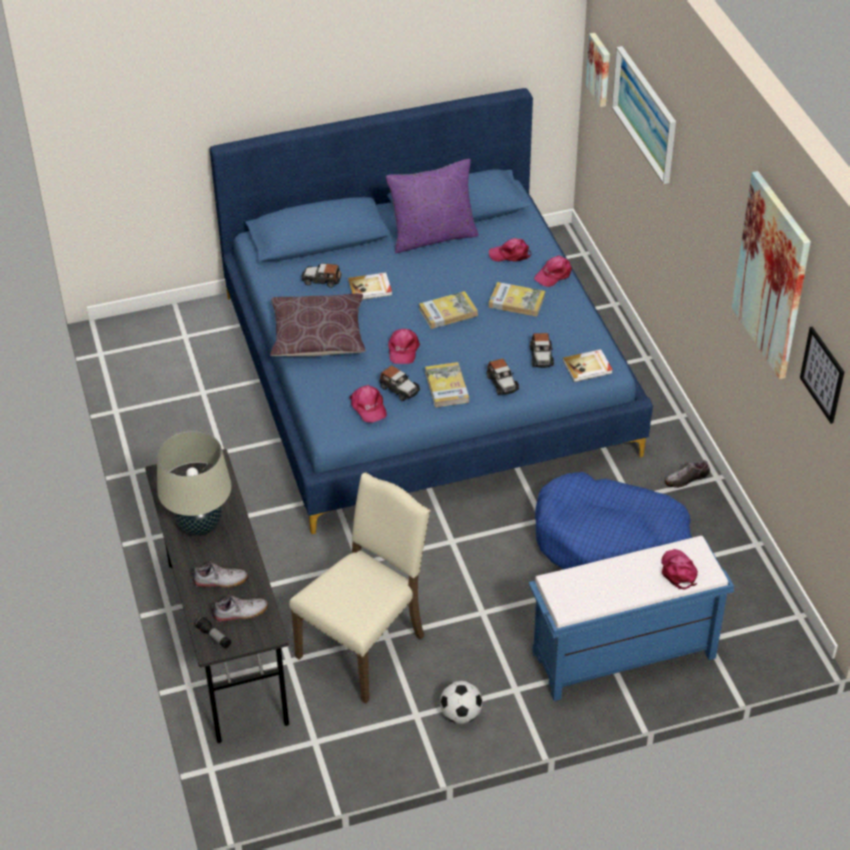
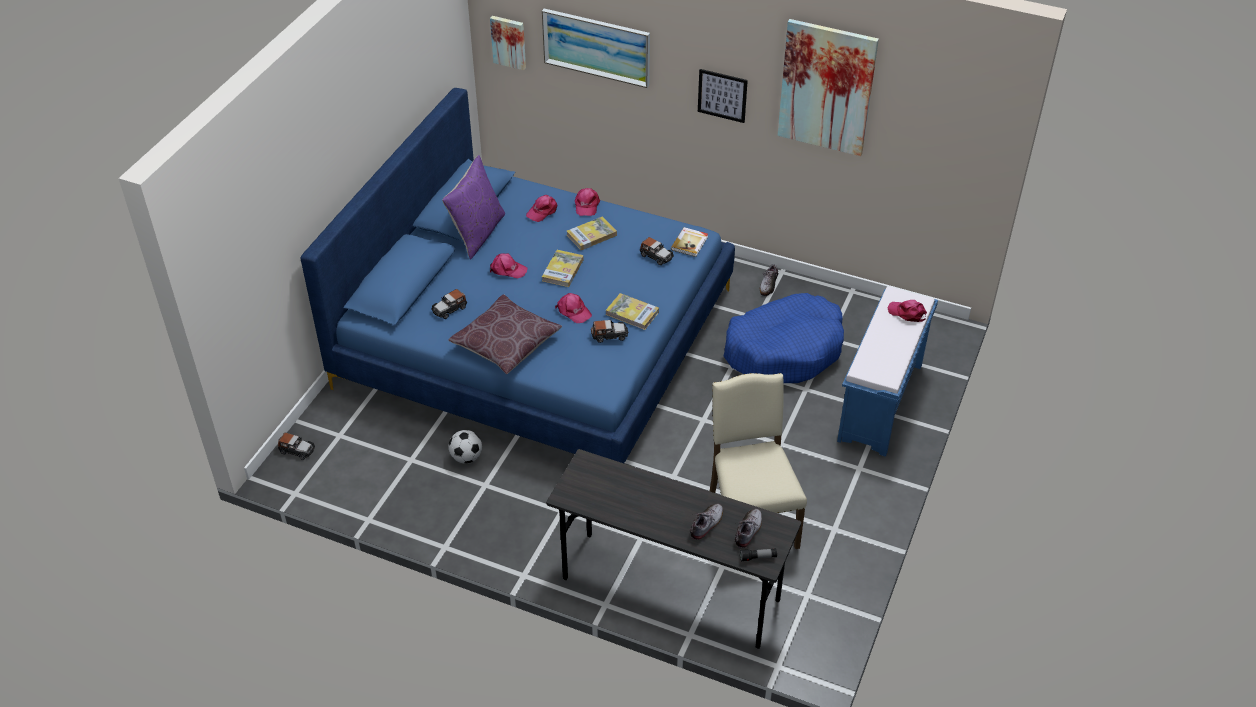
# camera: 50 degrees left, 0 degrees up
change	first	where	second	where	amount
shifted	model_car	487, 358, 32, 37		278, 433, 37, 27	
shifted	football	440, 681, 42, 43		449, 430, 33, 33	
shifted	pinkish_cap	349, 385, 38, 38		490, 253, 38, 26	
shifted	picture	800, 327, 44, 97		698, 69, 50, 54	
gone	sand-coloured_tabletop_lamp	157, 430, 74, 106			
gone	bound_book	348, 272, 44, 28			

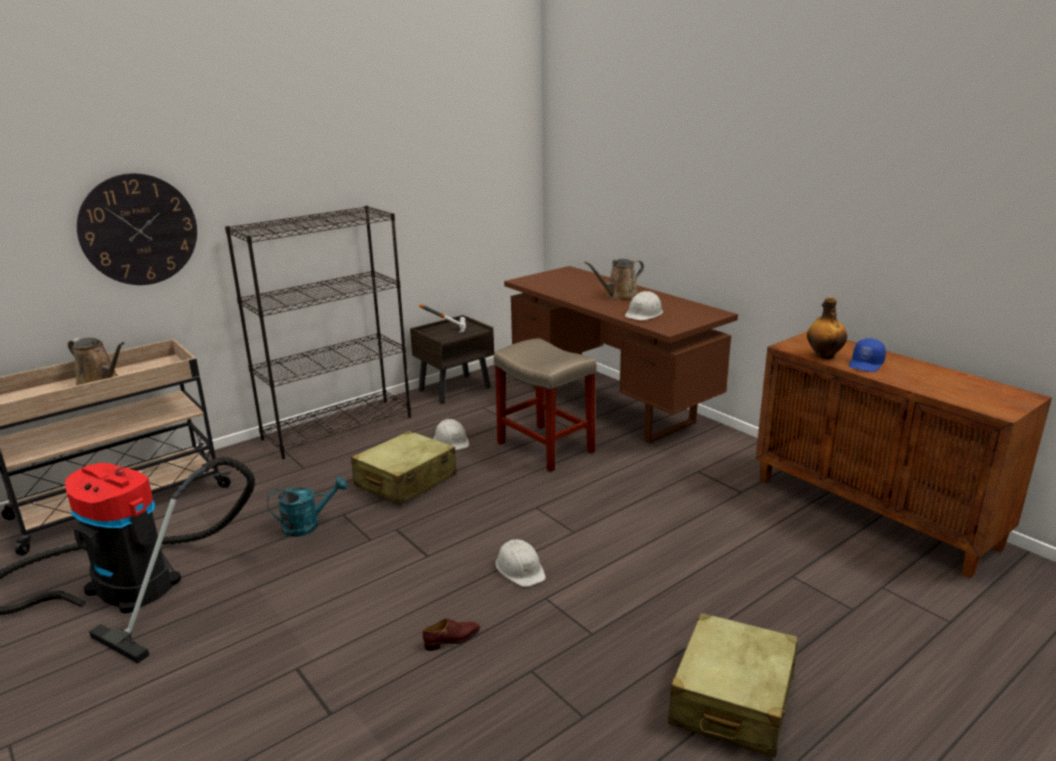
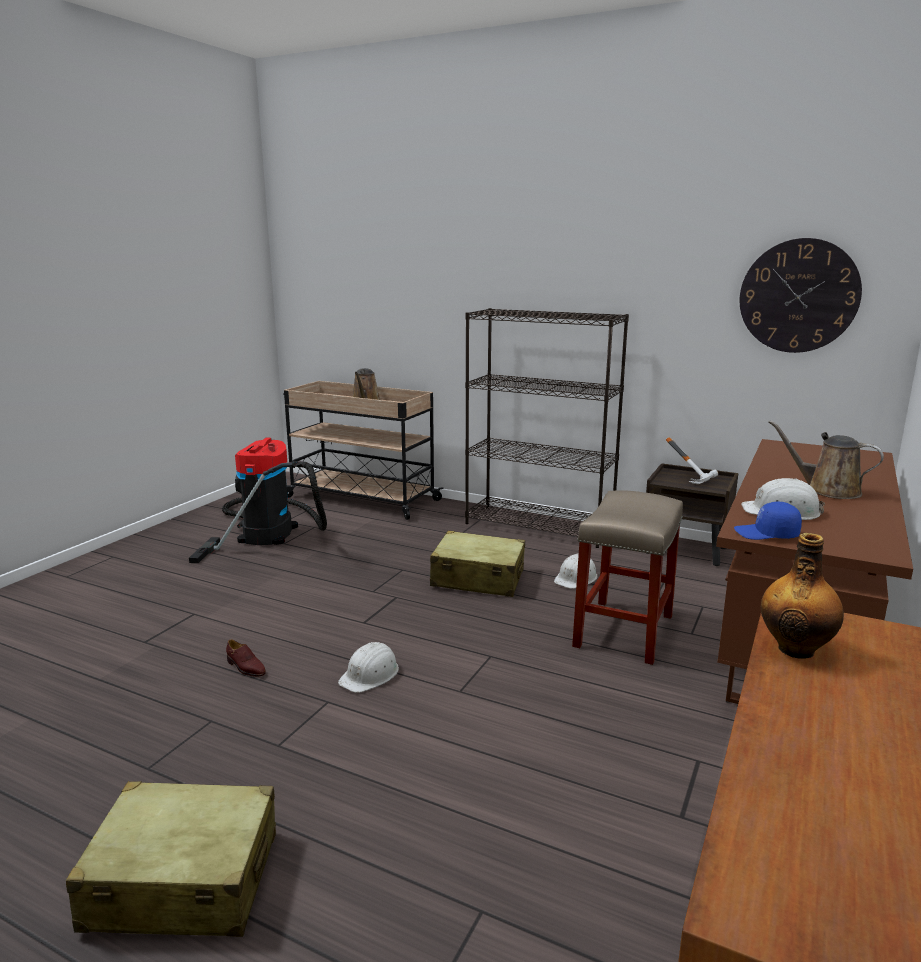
# camera: 65 degrees right, 5 degrees down
change	first	where	second	where	amount
shifted	blue-coloured_cap	849, 338, 37, 34		734, 502, 68, 38	
shifted	wall_clock	77, 173, 120, 112		740, 238, 122, 115	
gone	blue-green_sprinkling_can	267, 477, 81, 60			

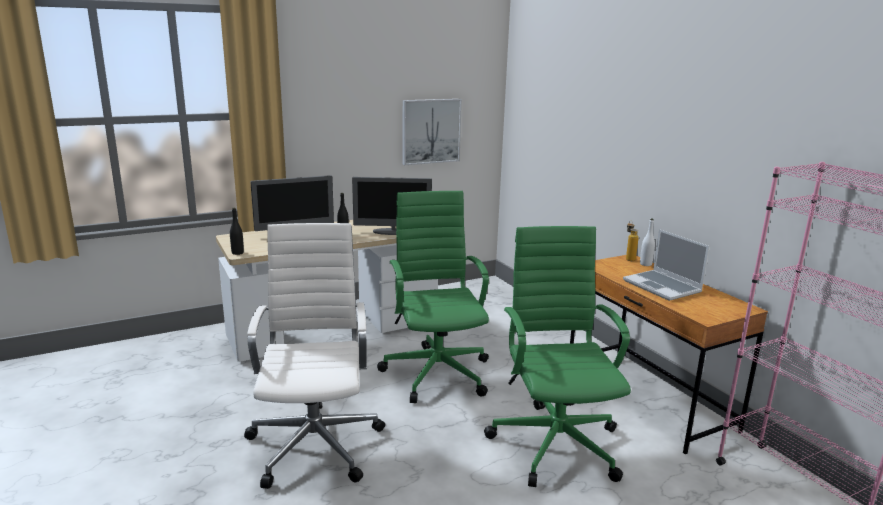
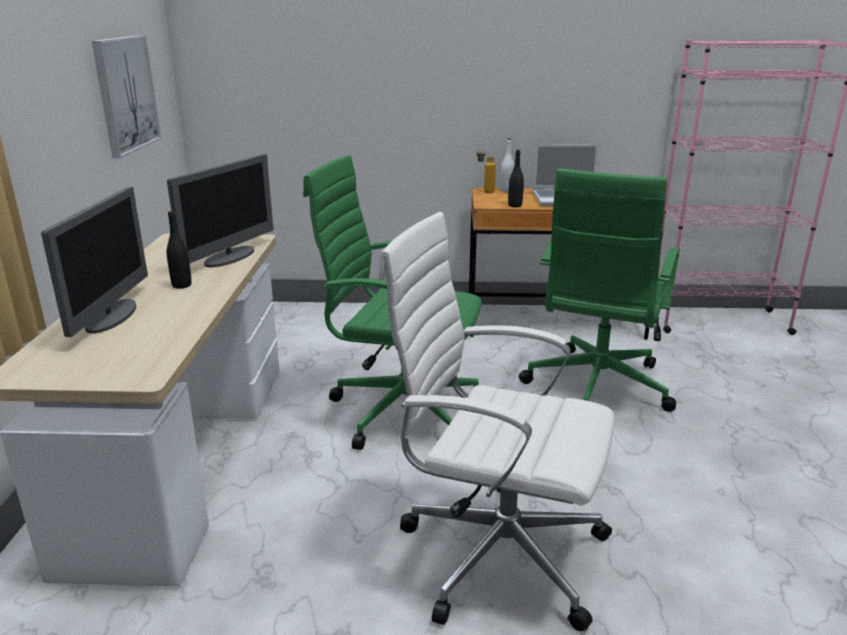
# camera: 60 degrees left, 5 degrees up
change	first	where	second	where	amount
shifted	black-coloured_bottle	230, 208, 14, 47		508, 150, 16, 57	
rotated	green_office_chair	484, 226, 147, 261		519, 168, 161, 244	90 degrees counterclockwise

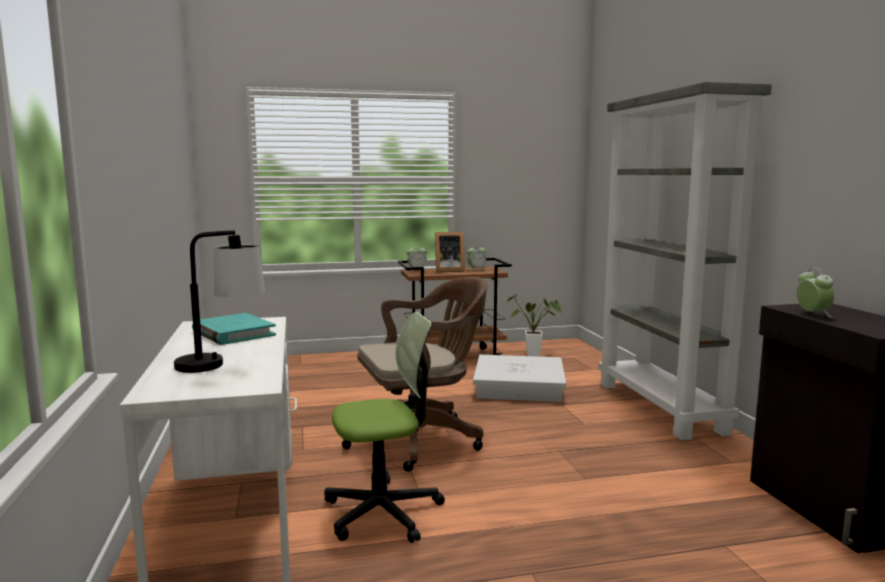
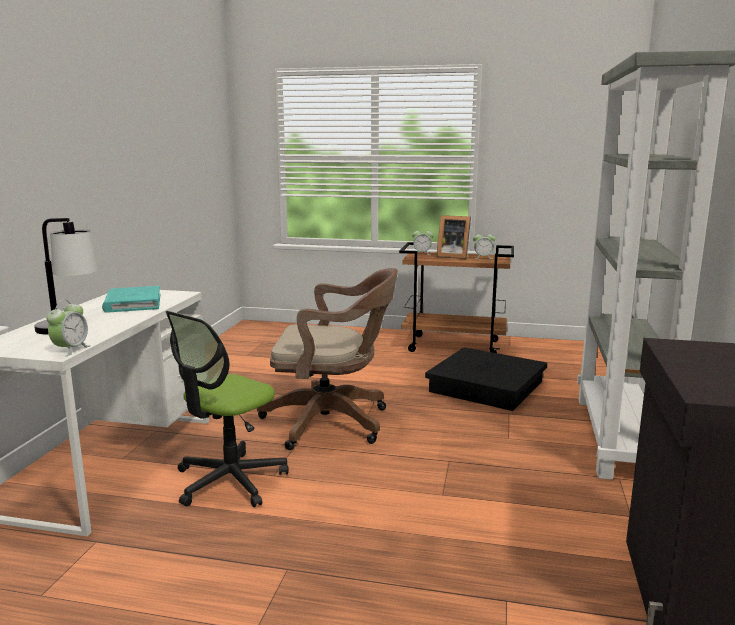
# camera: 25 degrees right, 5 degrees up
change	first	where	second	where	amount
shifted	alarm_clock	797, 267, 37, 51		47, 300, 44, 56	
rotated	office_chair	324, 312, 121, 231		166, 311, 123, 196	120 degrees clockwise
repainted	whitish_storage_bin	473, 355, 93, 47	black-coloured_storage_bin	425, 347, 122, 64	
gone	houseplant	507, 295, 55, 62			

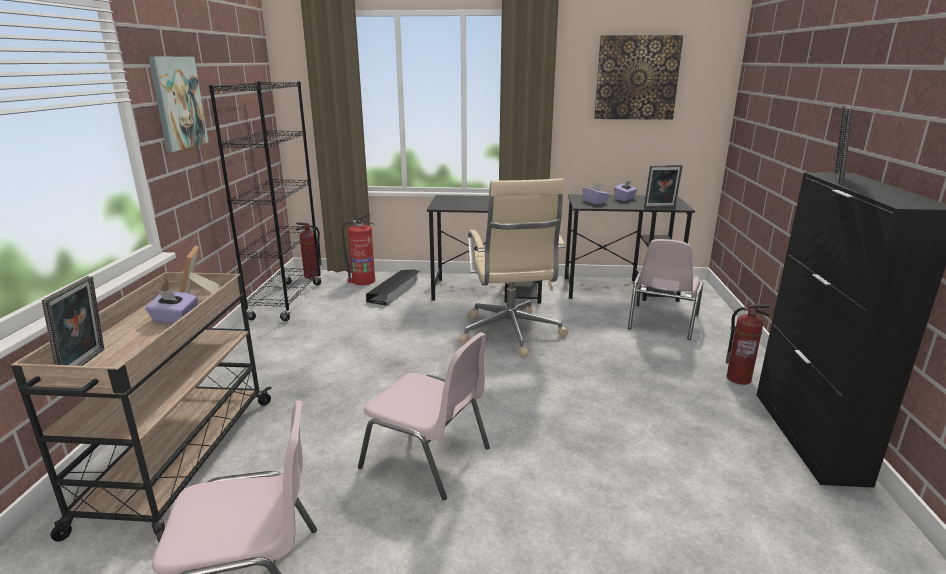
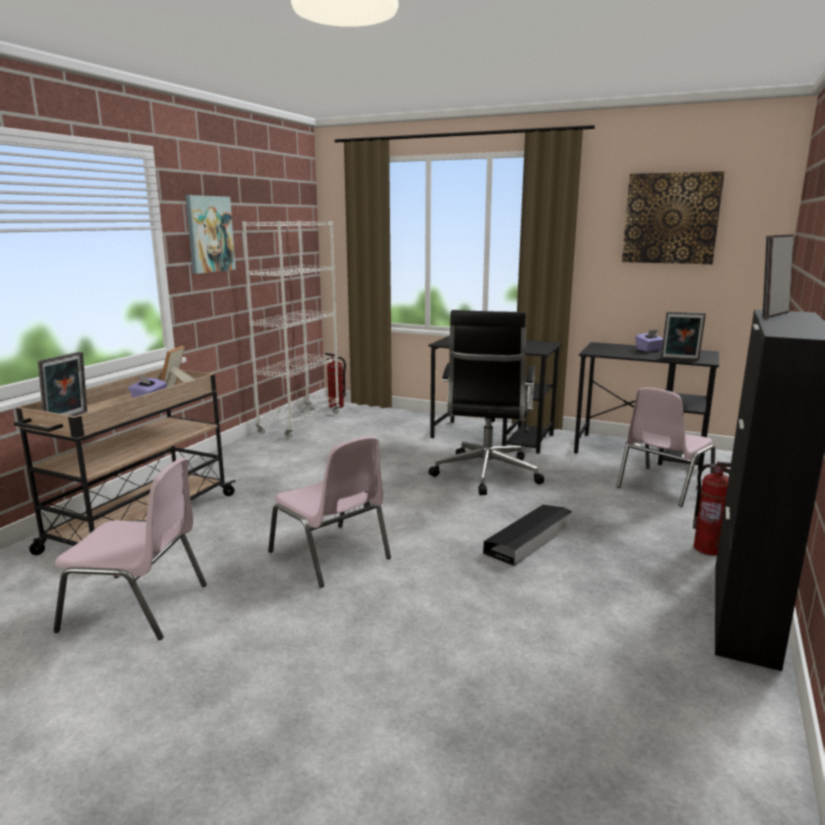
# camera: 20 degrees right, 5 degrees down
change	first	where	second	where	amount
repainted	black-coloured_bookshelf	209, 81, 113, 240	whitish_bookshelf	242, 221, 98, 217	
repainted	sand-coloured_office_chair	459, 178, 109, 180	black-coloured_office_chair	428, 310, 116, 185	
shifted	black-coloured_storage_bin	366, 269, 54, 37		483, 505, 90, 61	
gone	extinguisher	341, 214, 35, 71			
gone	purple-coloured_tissue_box	582, 182, 27, 23			

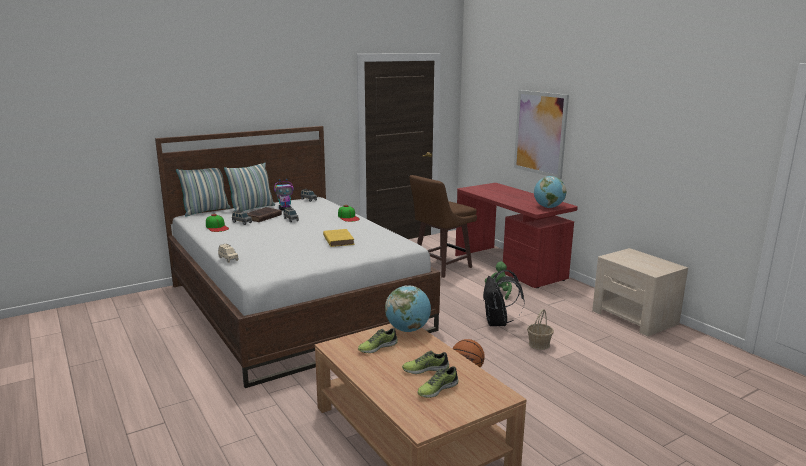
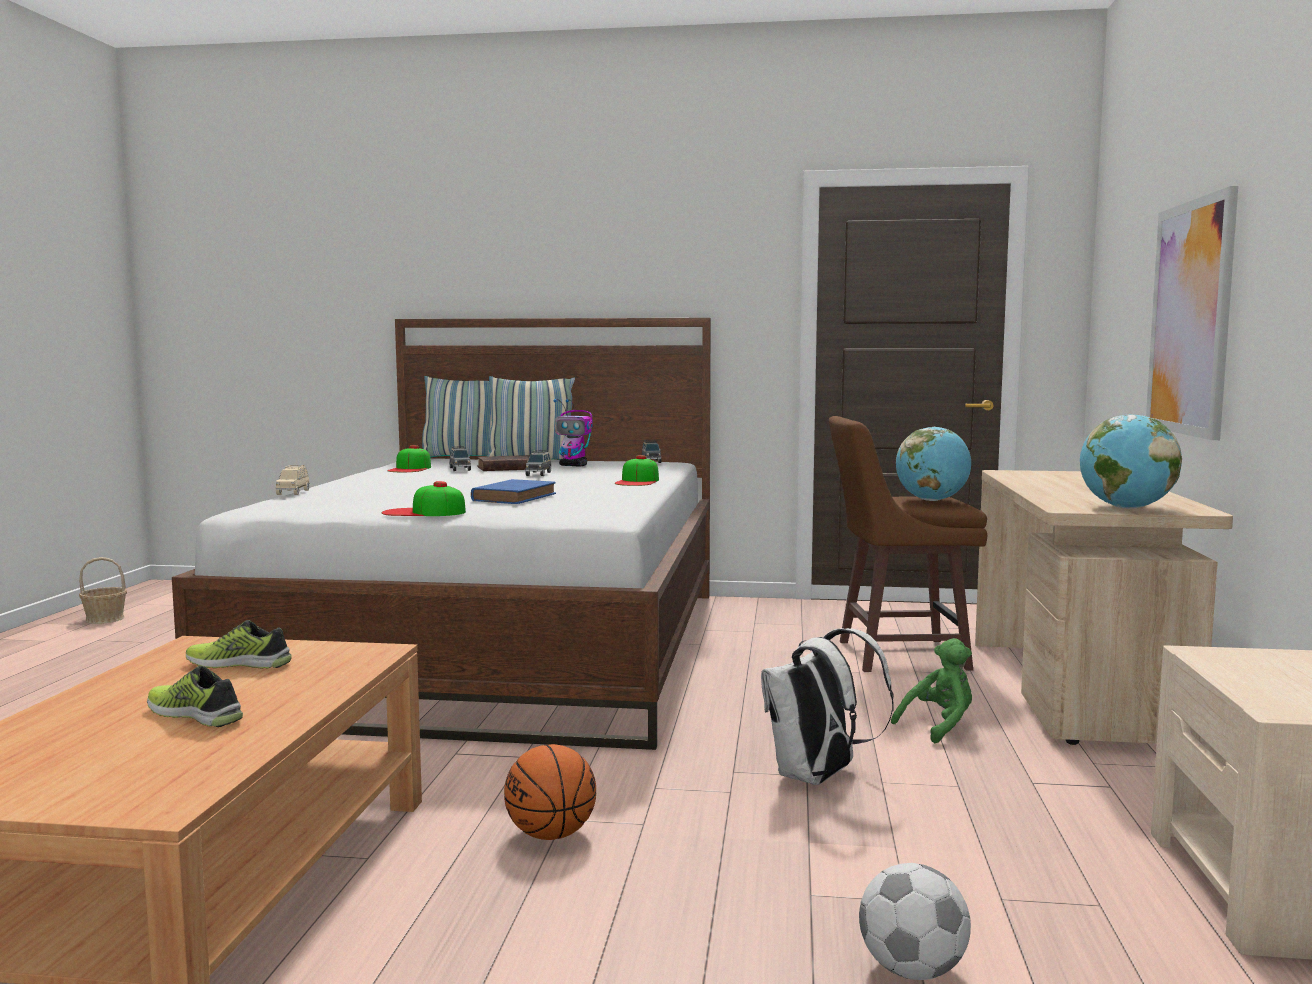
# camera: 40 degrees right, 10 degrees down
change	first	where	second	where	amount
shifted	household_basket	527, 309, 27, 41		79, 557, 48, 67	
new			cap	382, 481, 84, 35	
repainted	yellow_bound_book	323, 229, 32, 18	blue-coloured_bound_book	471, 479, 85, 25	
repainted	black-coloured_rucksack	483, 270, 42, 56	whitish_rucksack	761, 628, 133, 157	
new			football	859, 863, 112, 117	
shifted	desk_globe	385, 285, 46, 47		896, 427, 75, 74	
repainted	reddish_desk_unit	455, 183, 123, 105	sand-coloured_desk_unit	975, 470, 258, 275	
gone	shoe	417, 366, 42, 32			

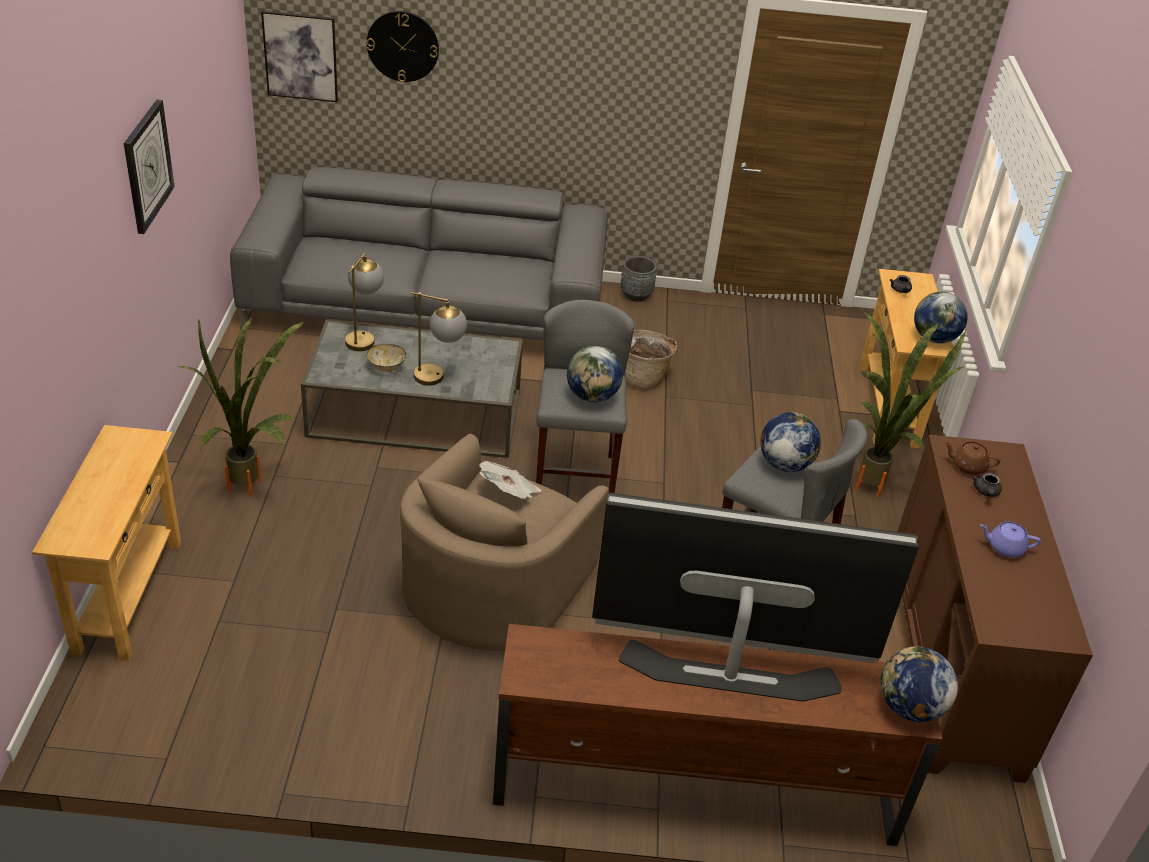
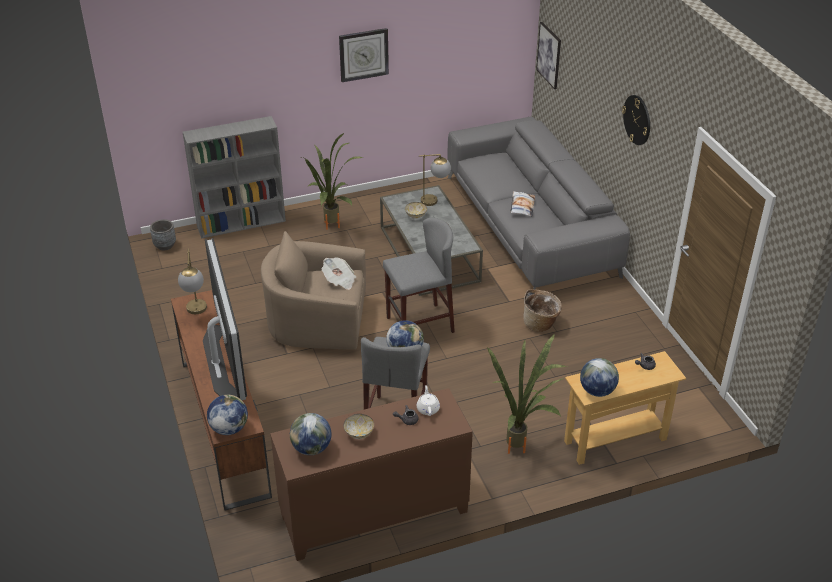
# camera: 70 degrees right, 0 degrees up
change	first	where	second	where	amount
shifted	grey_flower_pot	620, 256, 37, 46		150, 219, 26, 31	
shifted	tabletop_lamp	410, 292, 57, 94		178, 248, 29, 66	
swapped	sand-coloured_hall_table	32, 425, 149, 236	grey_bookshelf	183, 116, 103, 123	
shifted	desk_globe	567, 346, 56, 57		290, 413, 42, 42	
swapped	purple-coloured_tea_pot	980, 522, 61, 36	bowl	343, 414, 31, 25	
repainted	brown_tea_pot	944, 442, 57, 33	whitish_tea_pot	417, 385, 23, 31	
new			throw_pillow	510, 191, 25, 25	
shifted	wall_clock	367, 11, 72, 71		622, 95, 28, 50	

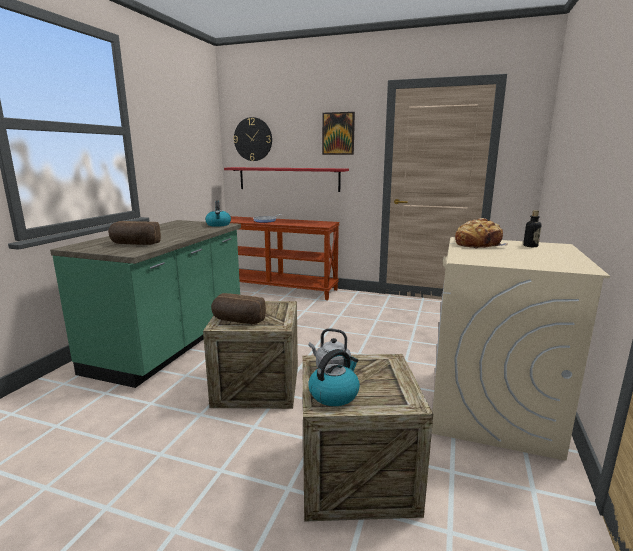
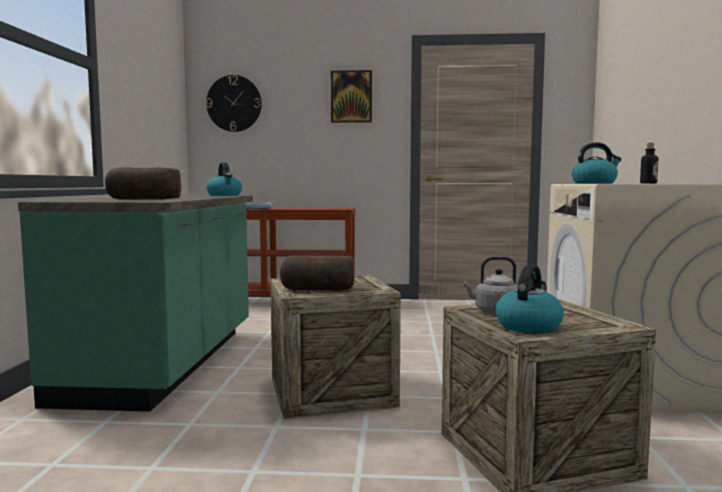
# camera: 15 degrees left, 10 degrees down
change	first	where	second	where	amount
swapped	bread	455, 218, 53, 31	water_kettle	572, 142, 49, 42	
gone	reddish_shelf	224, 167, 125, 25			

